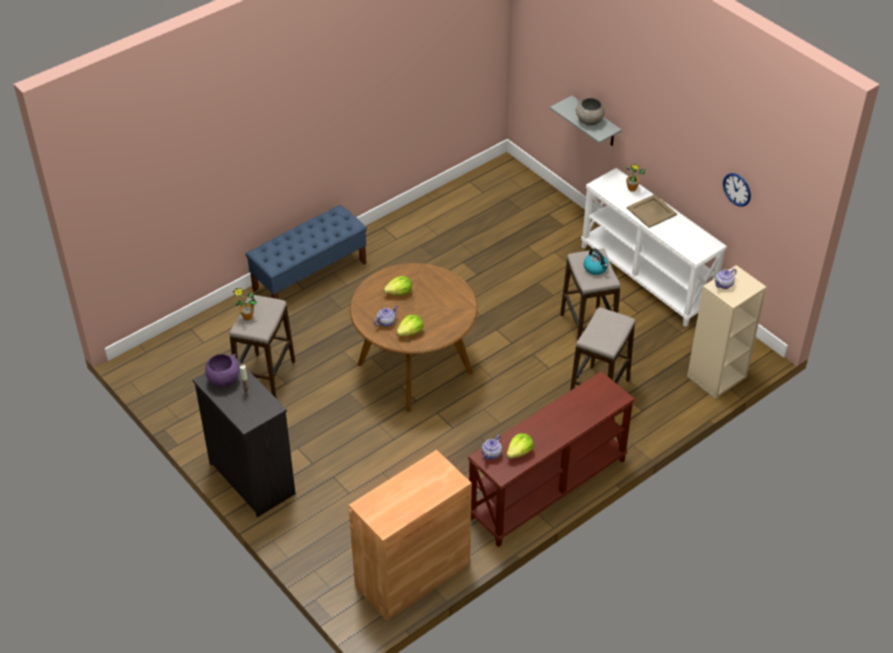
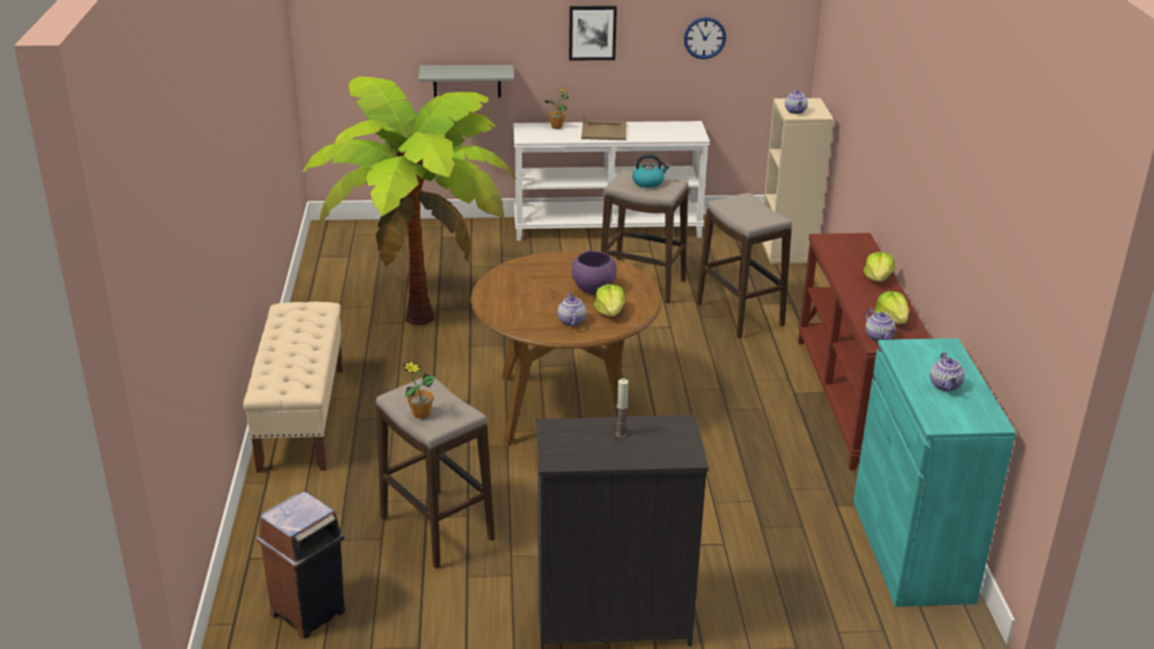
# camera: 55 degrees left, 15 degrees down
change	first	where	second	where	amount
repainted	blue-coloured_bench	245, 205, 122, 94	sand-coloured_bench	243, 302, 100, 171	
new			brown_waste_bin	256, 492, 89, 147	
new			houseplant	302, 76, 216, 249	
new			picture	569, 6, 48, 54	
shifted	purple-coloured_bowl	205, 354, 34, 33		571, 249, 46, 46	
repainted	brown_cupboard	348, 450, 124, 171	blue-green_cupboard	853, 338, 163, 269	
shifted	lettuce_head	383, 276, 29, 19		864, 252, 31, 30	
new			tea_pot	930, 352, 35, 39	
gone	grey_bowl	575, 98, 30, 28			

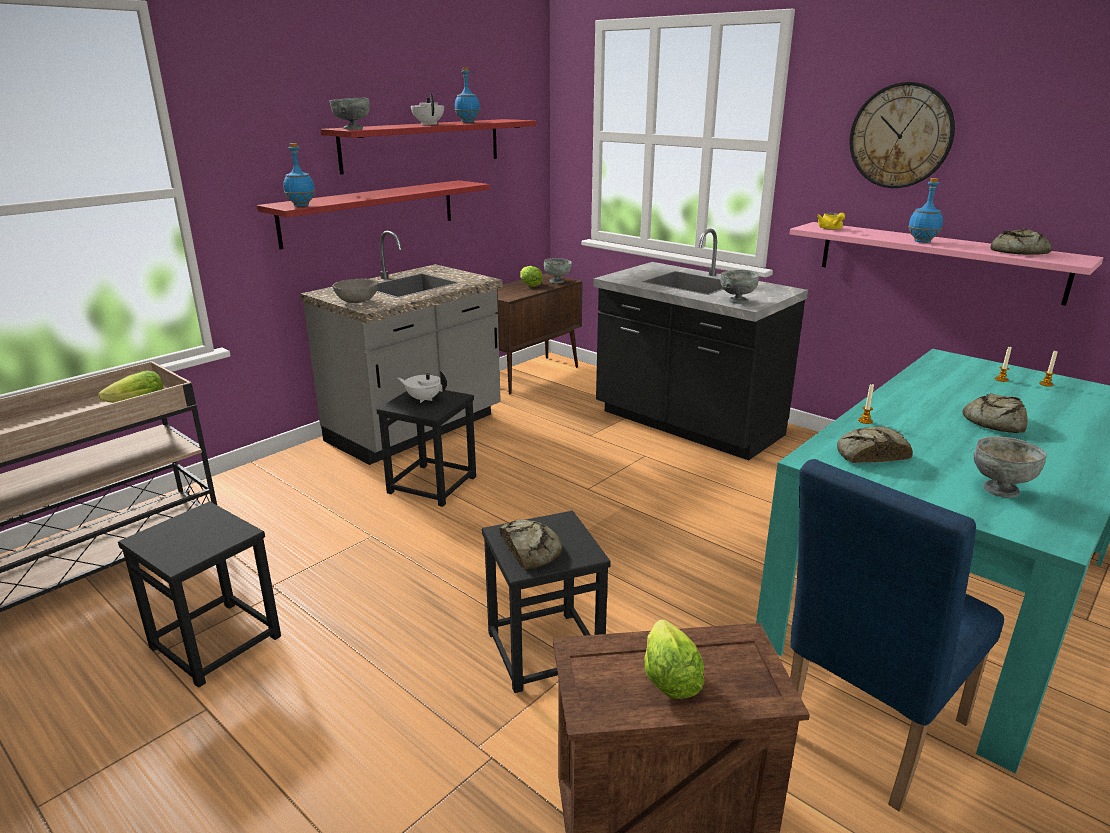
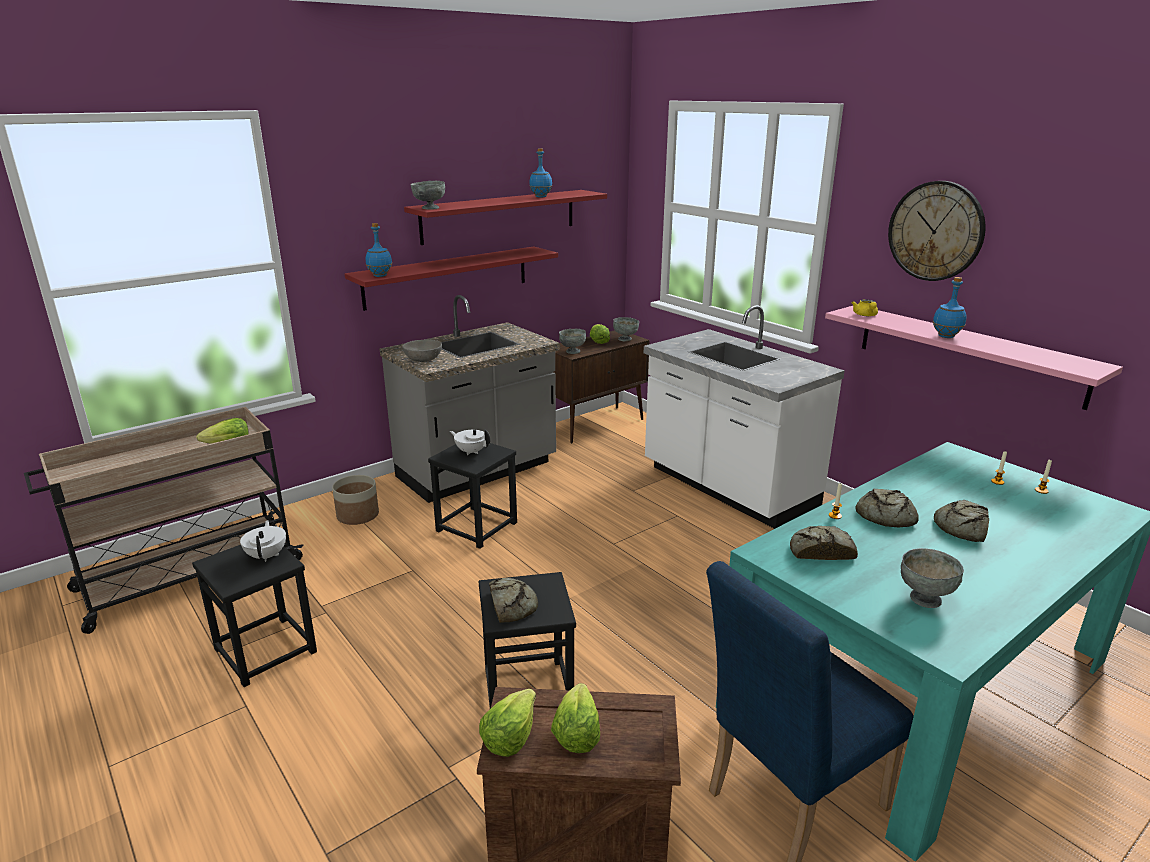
# camera: 10 degrees right, 0 degrees up
change	first	where	second	where	amount
shifted	whitish_tea_pot	411, 93, 33, 32		240, 520, 46, 42	
new			flower_pot	332, 475, 47, 50	
new			lettuce_head	479, 689, 57, 68	
shifted	grey_bowl	720, 270, 39, 34		559, 329, 27, 25	
repainted	black-coloured_counter	593, 229, 215, 231	whitish_counter	644, 305, 201, 224	
shifted	bread	990, 228, 62, 27		855, 489, 64, 39	

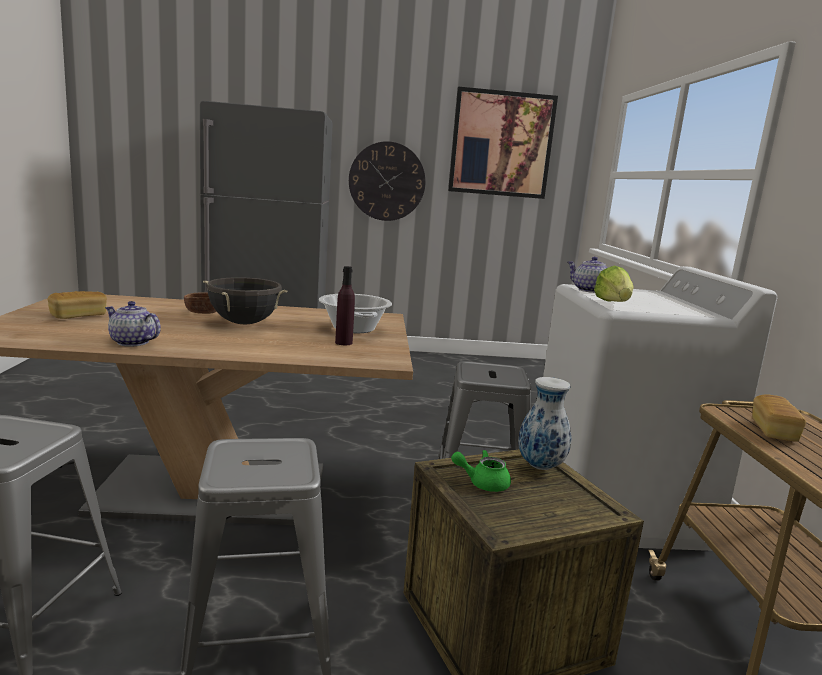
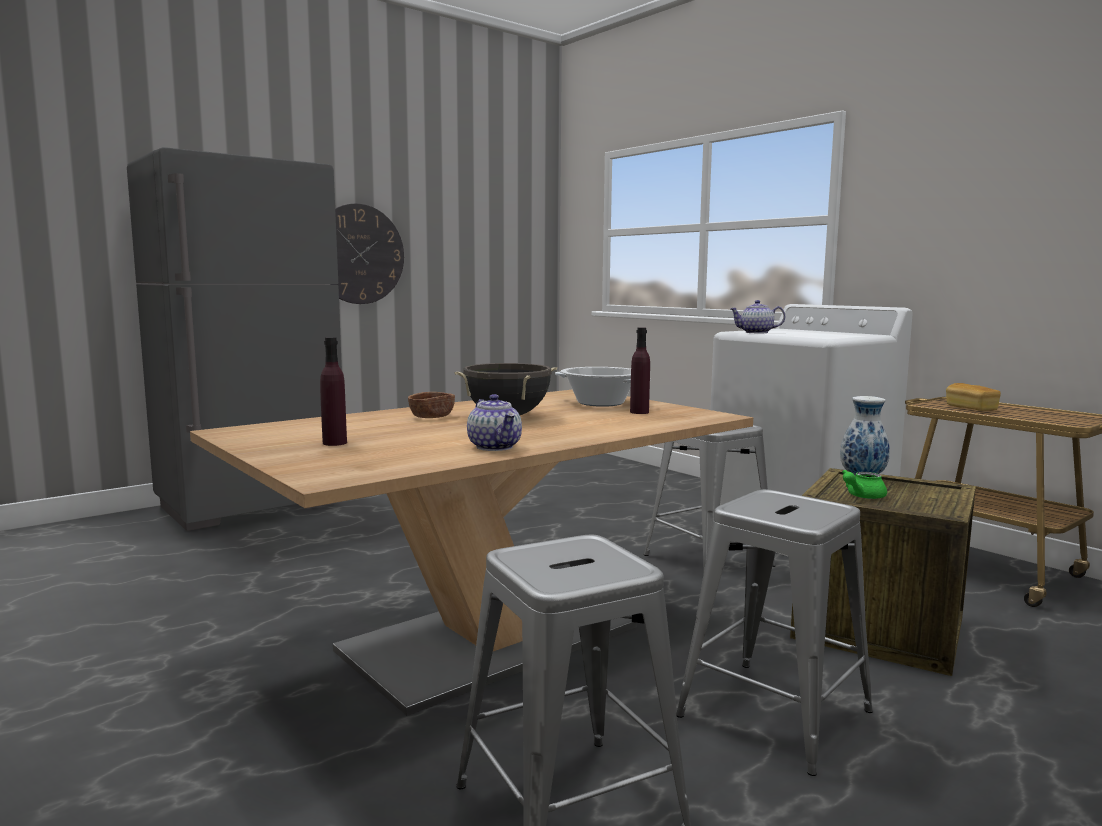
# camera: 35 degrees left, 5 degrees down
change	first	where	second	where	amount
swapped	bread	48, 291, 59, 28	purple-coloured_bottle	320, 337, 27, 109	
rotated	tea_pot	105, 301, 56, 46		467, 394, 55, 57	105 degrees counterclockwise
gone	picture	448, 87, 110, 112			
gone	lettuce_head	594, 266, 40, 36			

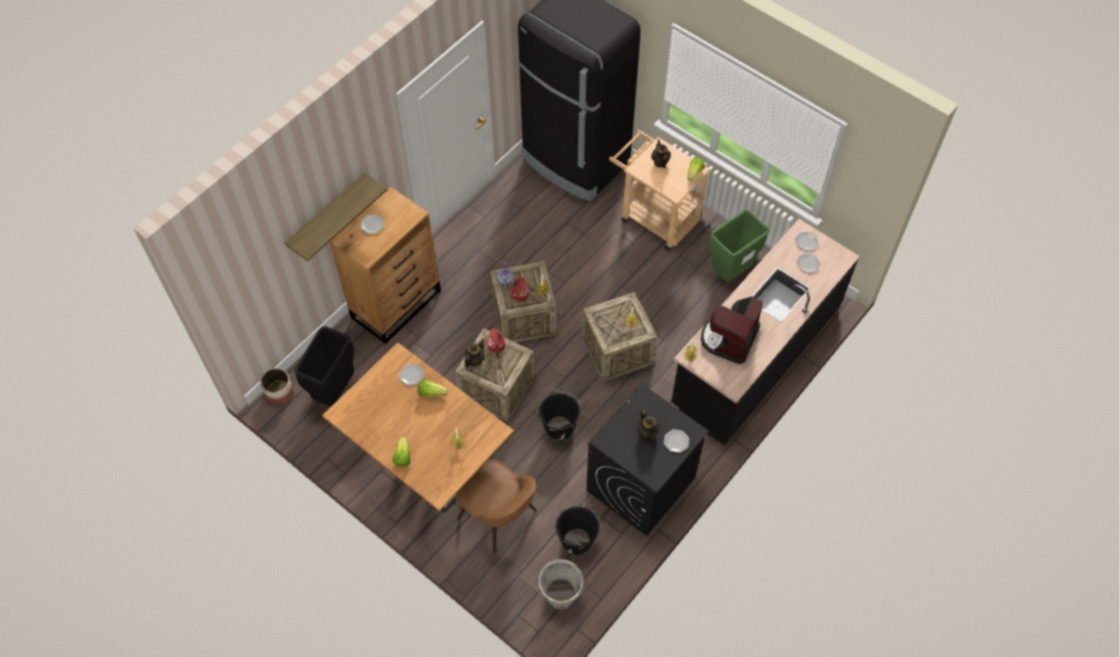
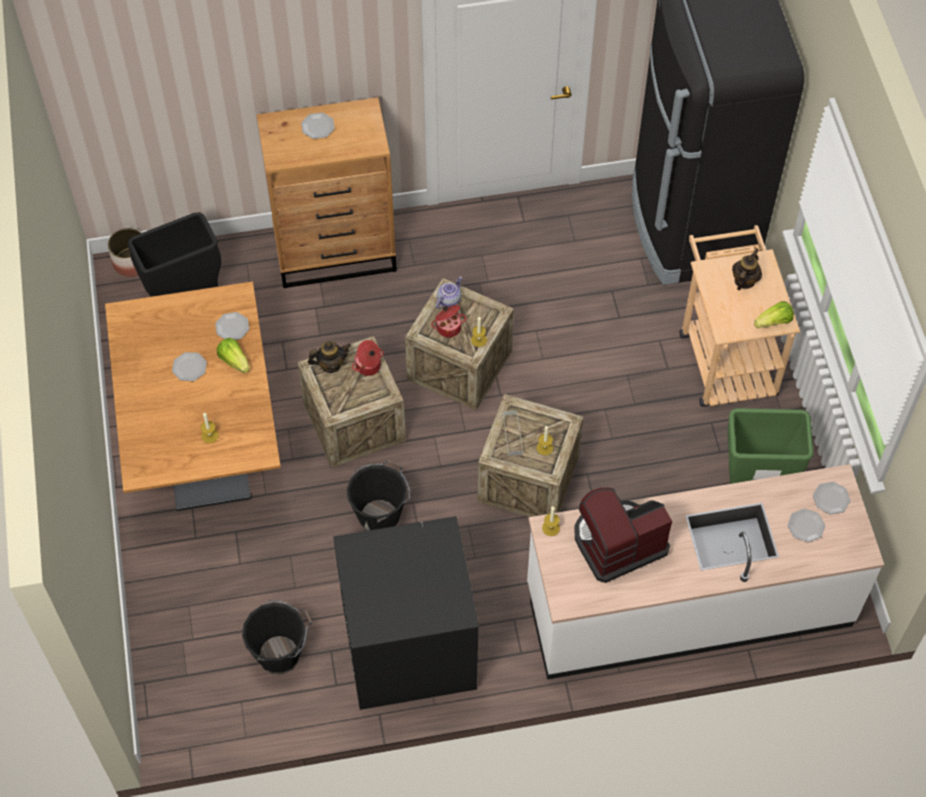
# camera: 40 degrees right, 0 degrees up
change	first	where	second	where	amount
shifted	dinner_plate	664, 429, 25, 24		172, 352, 35, 29	
repainted	black-coloured_counter	671, 219, 189, 226	whitish_counter	527, 464, 357, 216	
gone	shelf	284, 172, 104, 89			
gone	lettuce_head	393, 437, 18, 30			
gone	brown_plain_chair	456, 460, 81, 93			
gone	grey_pail	537, 559, 48, 50			
gone	tea_pot	637, 410, 23, 30			

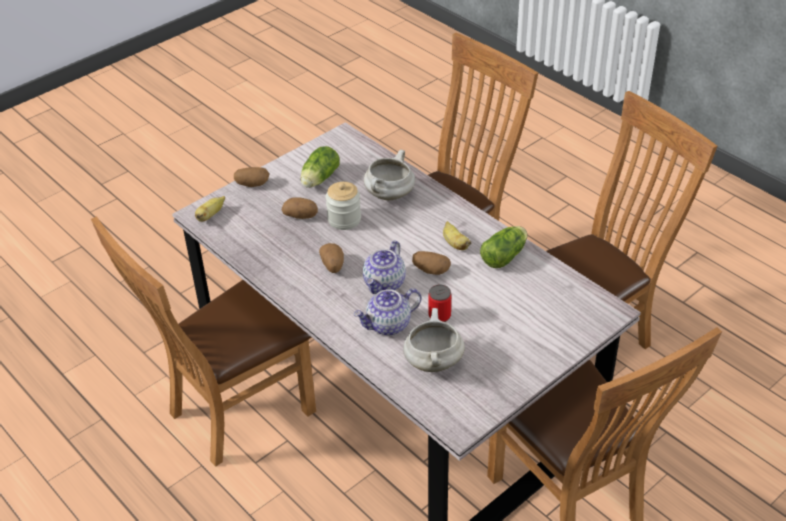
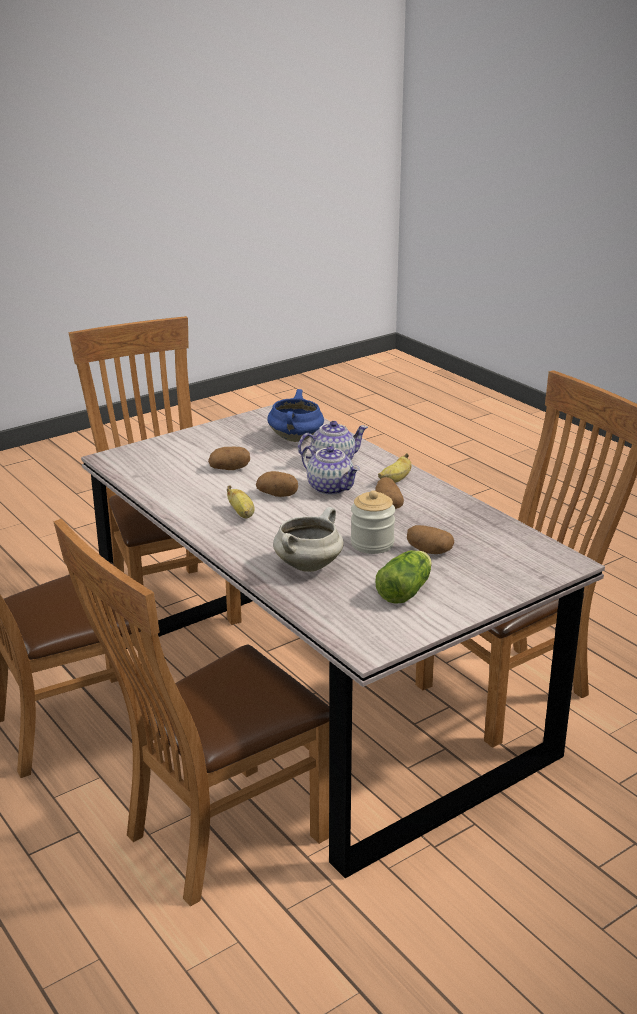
# camera: 175 degrees left, 15 degrees down
change	first	where	second	where	amount
shifted	whole_potato	234, 167, 35, 20		208, 447, 42, 23	
repainted	whitish_cooking_pot	403, 308, 62, 64	blue-coloured_cooking_pot	267, 389, 57, 53	
rotated	tea_pot	363, 241, 43, 53		302, 445, 58, 50	105 degrees clockwise
shifted	banana_fruit	195, 196, 30, 26		378, 453, 34, 30	
gone	can	429, 285, 22, 37			
gone	lettuce_head	480, 226, 47, 42			

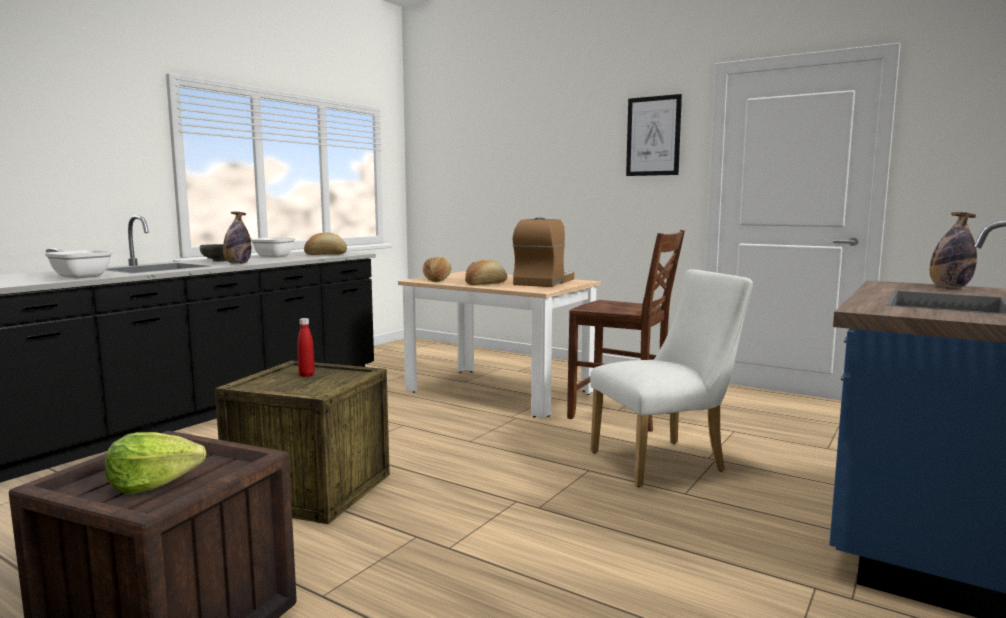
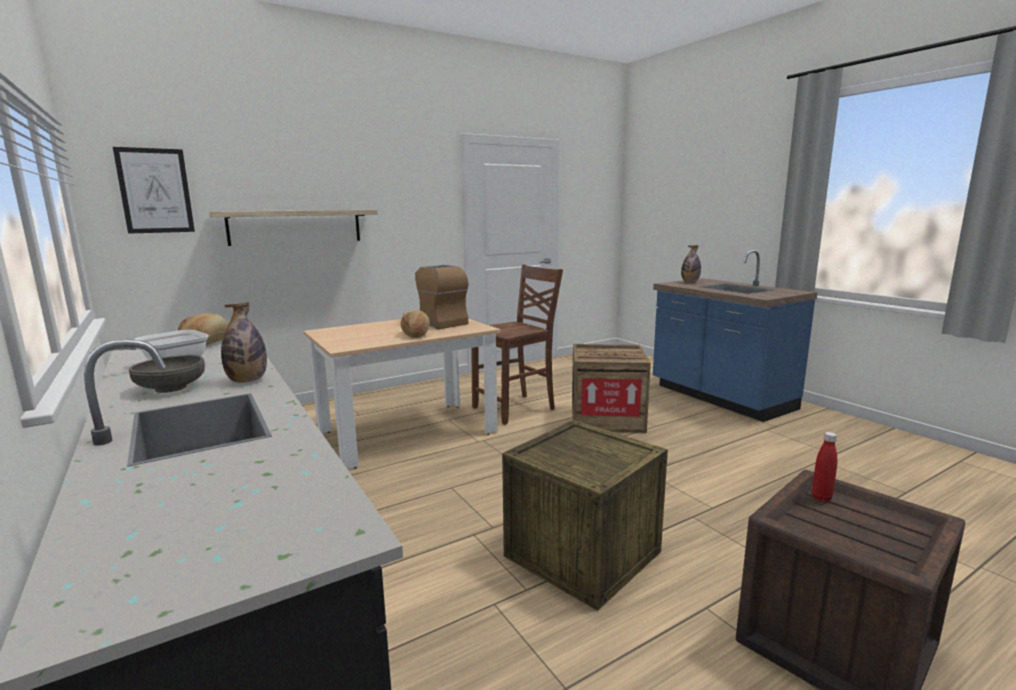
# camera: 65 degrees left, 5 degrees up
change	first	where	second	where	amount
shifted	picture	626, 94, 56, 82		113, 147, 82, 87	
new			shelf	209, 210, 169, 36	
swapped	whitish_plain_chair	590, 269, 163, 218	shipping_crate	572, 344, 79, 89	
shifted	reddish_bottle	297, 318, 18, 59		812, 432, 25, 70	
gone	frying_pan	44, 248, 69, 30			
gone	lettuce_head	105, 432, 101, 62			
gone	bread	423, 257, 28, 25			

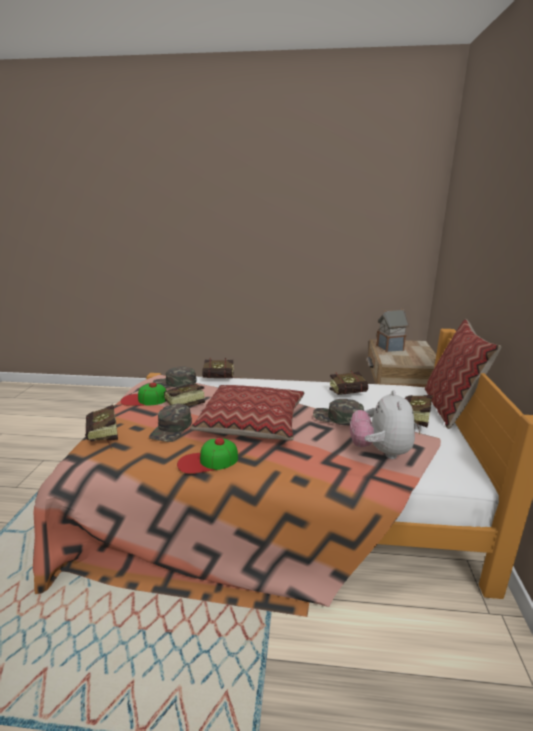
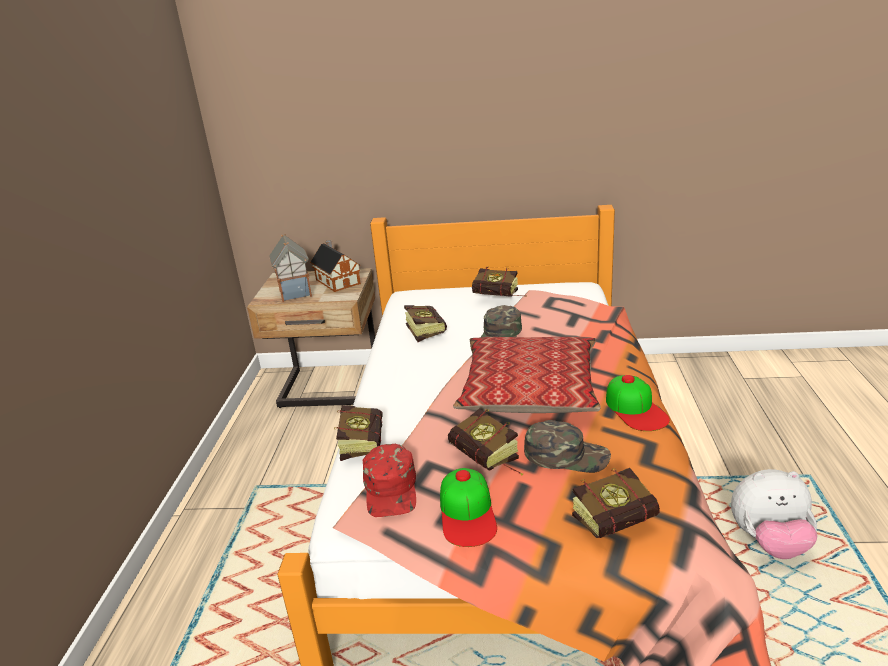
# camera: 90 degrees left, 5 degrees up
change	first	where	second	where	amount
new			model_house	310, 240, 51, 52	
repainted	green_cap	153, 366, 44, 22	reddish_cap	363, 444, 53, 73	
shifted	soft_toy	350, 390, 65, 69		731, 469, 87, 90	
gone	throw_pillow	425, 319, 77, 110			

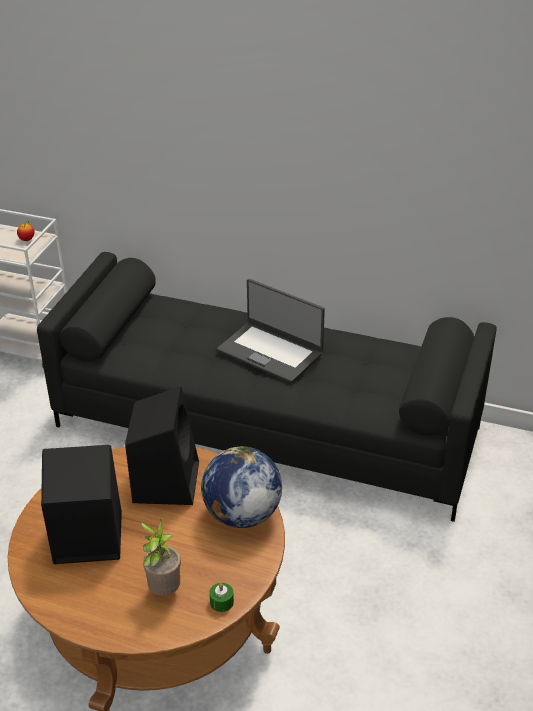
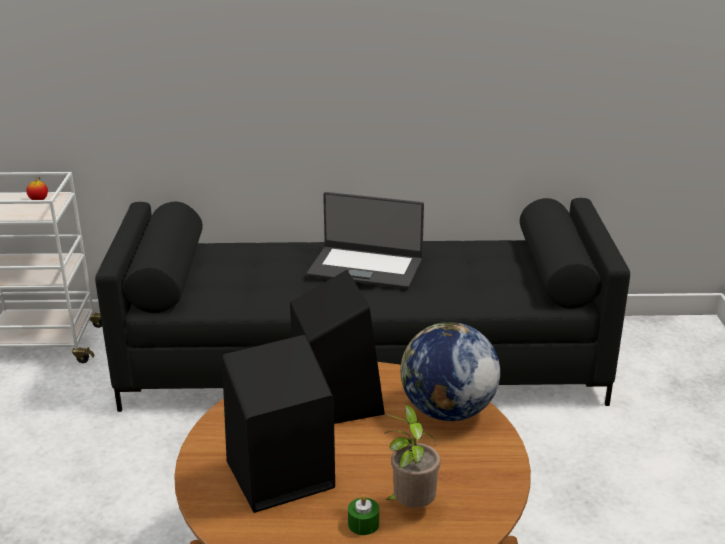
# camera: 20 degrees left, 10 degrees down
change	first	where	second	where	amount
shifted	green_wax_candle	209, 583, 25, 29		348, 495, 31, 40	

